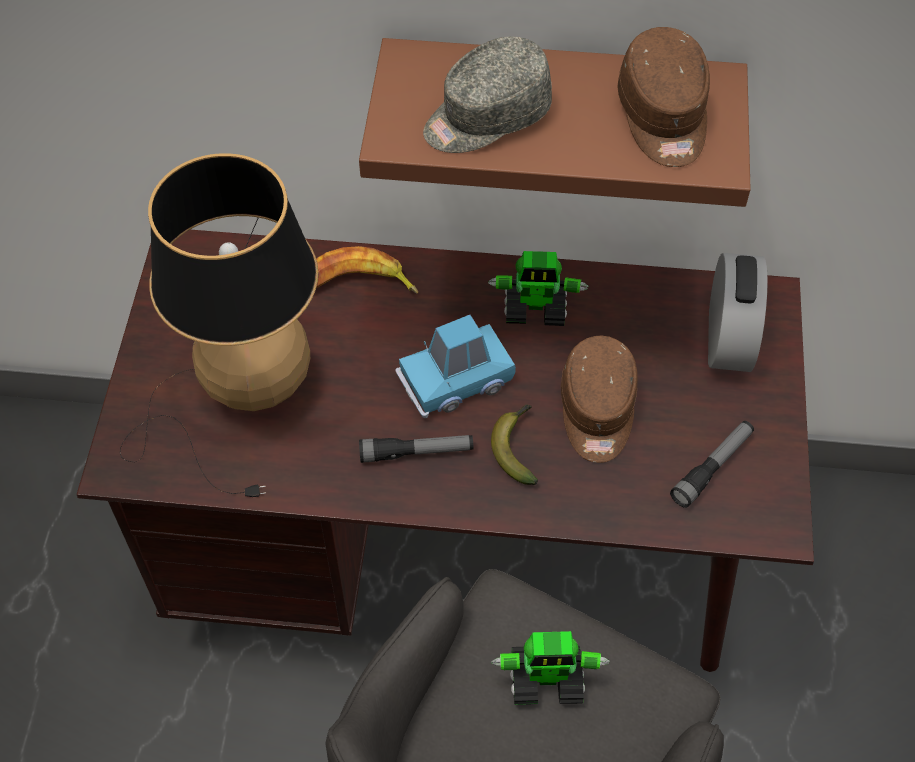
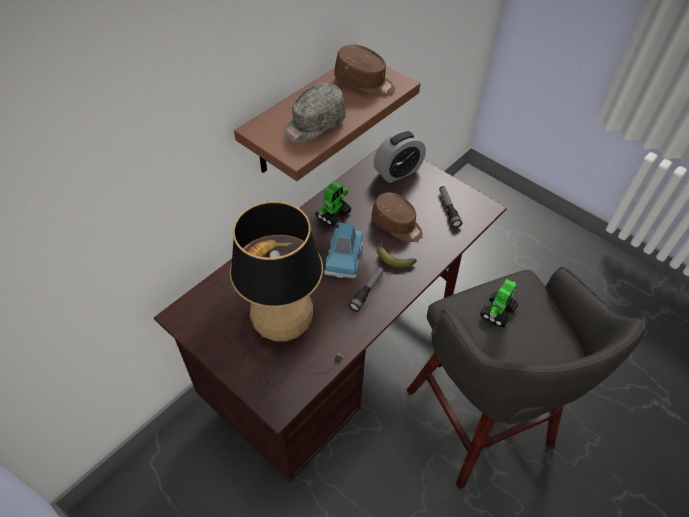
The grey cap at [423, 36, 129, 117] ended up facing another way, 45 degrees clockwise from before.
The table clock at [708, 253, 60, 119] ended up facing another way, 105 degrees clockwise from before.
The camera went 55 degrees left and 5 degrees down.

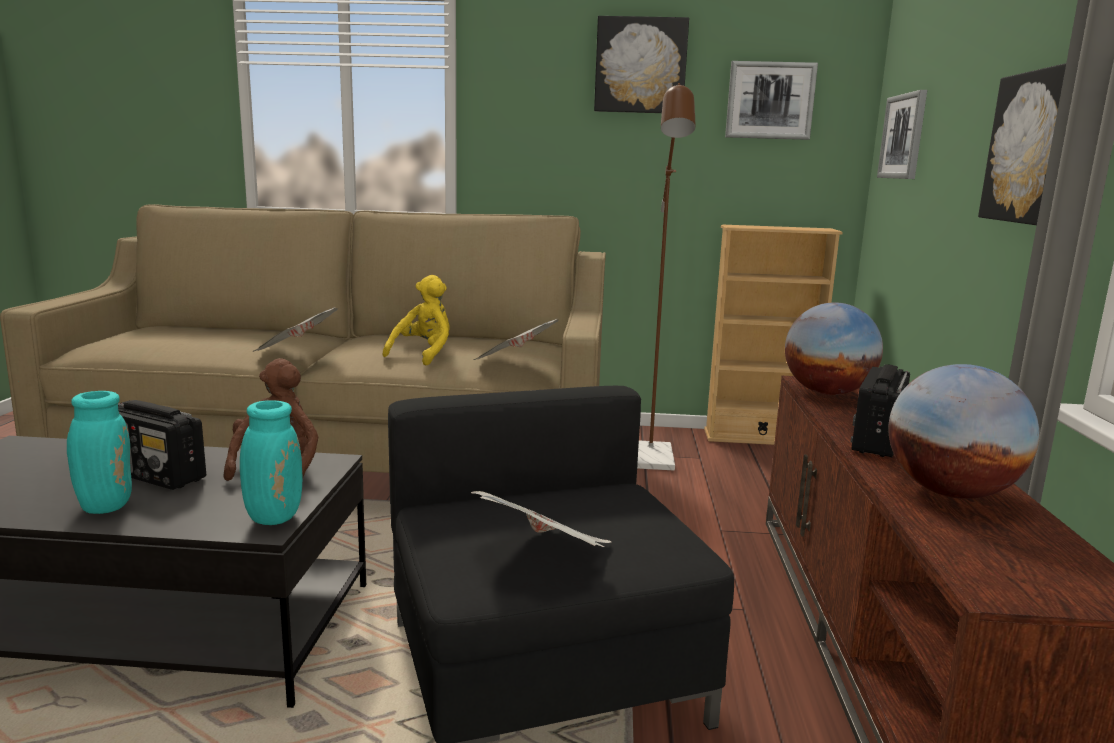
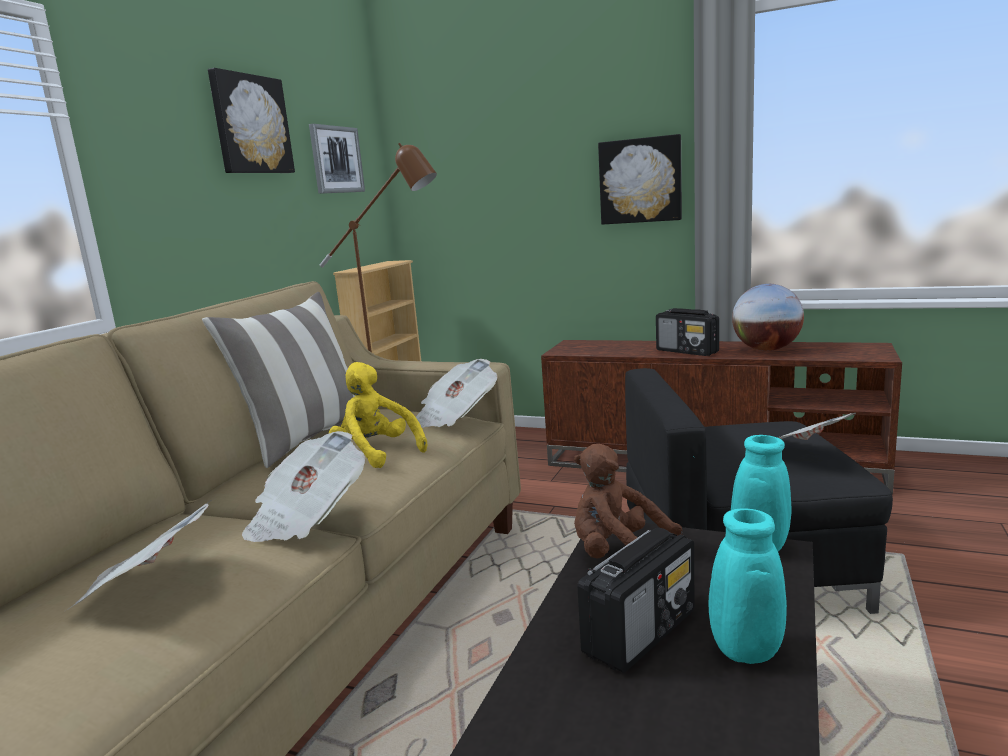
The second view lost the globe at [785, 302, 98, 93].
The second view lost the picture at [877, 90, 50, 89].
The second view gained the printed paper at [67, 501, 143, 109].
The second view gained the cushion at [202, 292, 153, 176].
The camera went 70 degrees left and 0 degrees up.

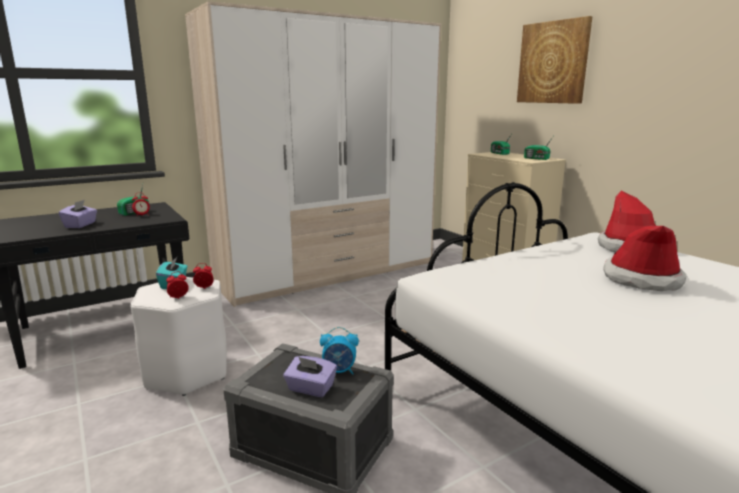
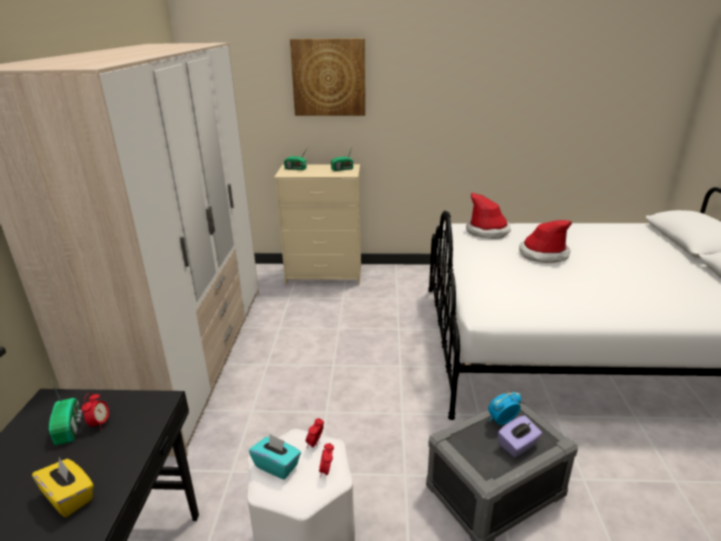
What was the purple-coloured box of tissues at [59, 200, 38, 28] turned into the yellowish box of tissues at [32, 457, 62, 60].
The table clock at [320, 327, 39, 48] ended up facing another way, 150 degrees counterclockwise from before.
The camera went 55 degrees left and 10 degrees up.

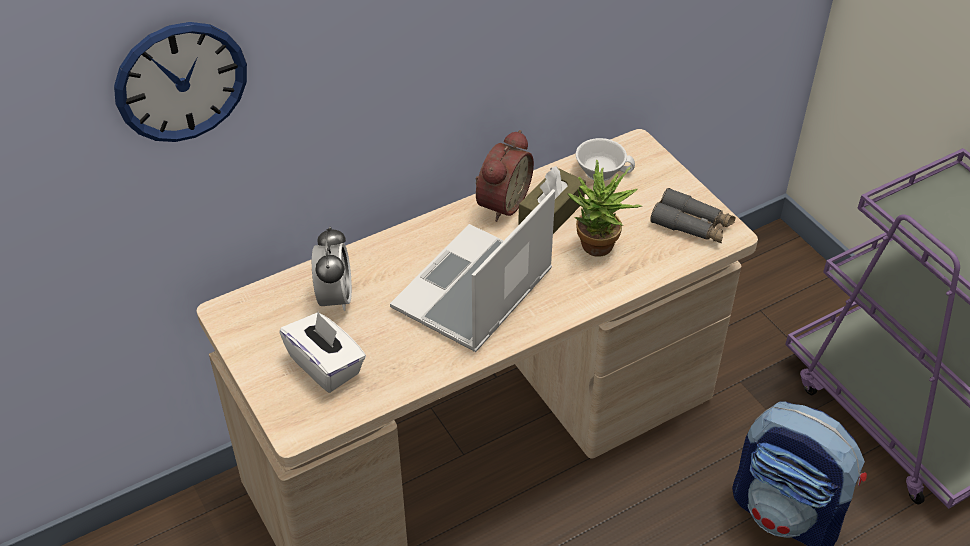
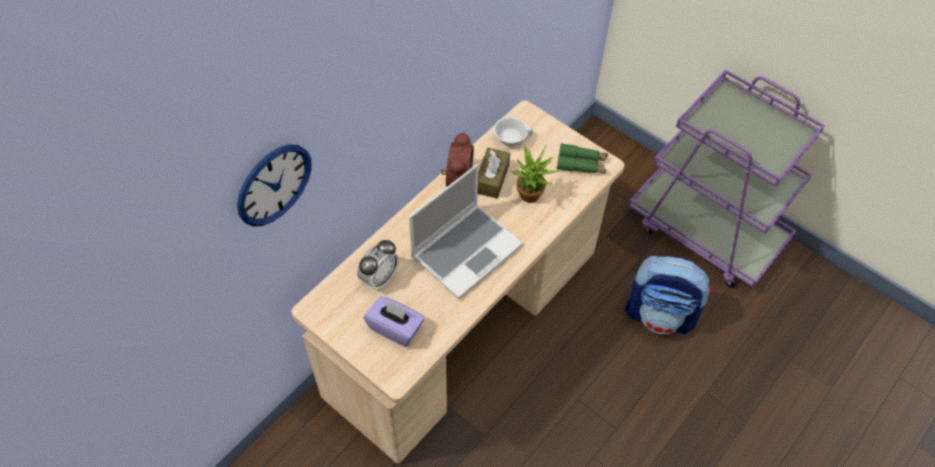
What was the white-coloured box of tissues at [279, 312, 87, 81] turned into the purple-coloured box of tissues at [364, 296, 60, 51].
The table clock at [312, 227, 40, 84] ended up facing another way, 60 degrees clockwise from before.
The laptop at [390, 189, 165, 163] ended up facing another way, 150 degrees counterclockwise from before.
What was the grey pair of binoculars at [650, 188, 86, 56] turned into the green pair of binoculars at [557, 143, 51, 31].
The camera went 20 degrees left and 10 degrees up.

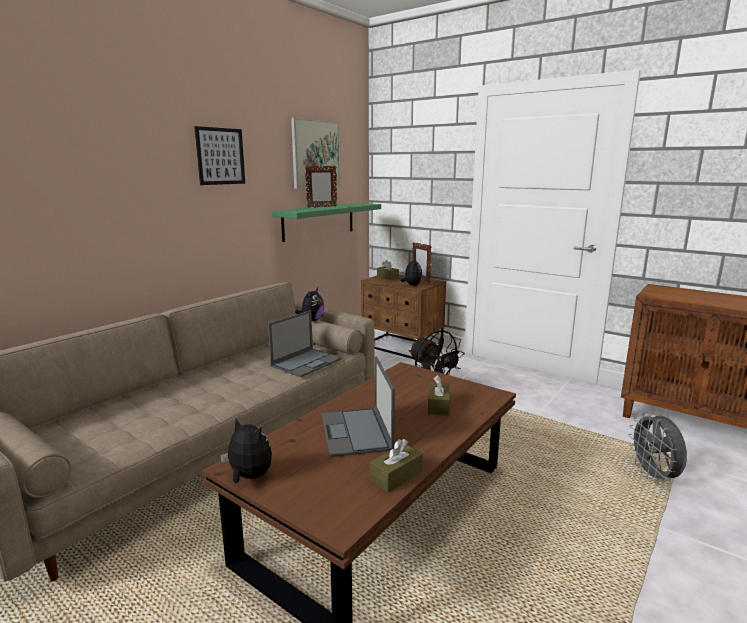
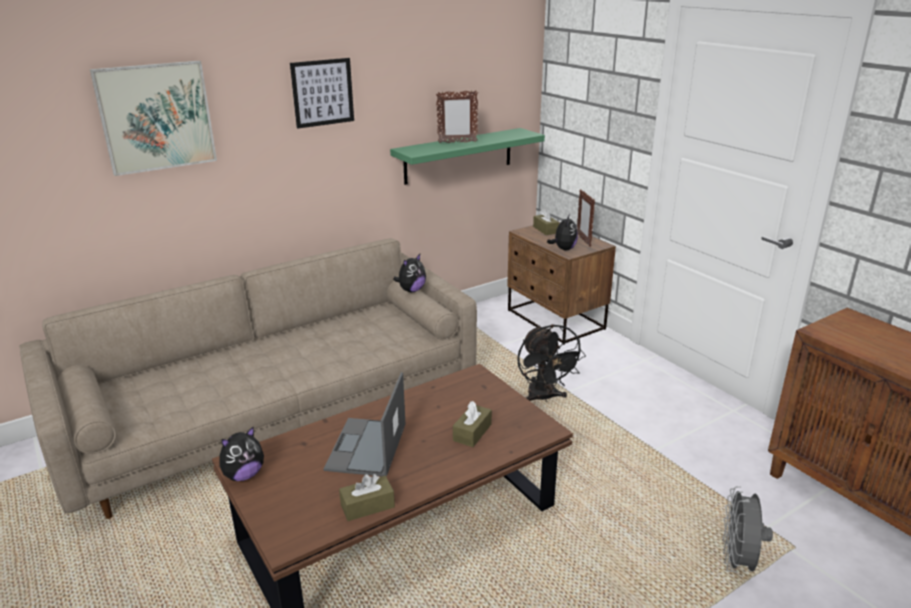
The plush toy at [220, 418, 52, 65] ended up facing another way, 90 degrees clockwise from before.
The second view lost the laptop at [268, 310, 74, 67].
The picture ended up elsewhere, having gone from [291, 118, 49, 71] to [90, 61, 127, 115].
The camera went 20 degrees right and 10 degrees up.

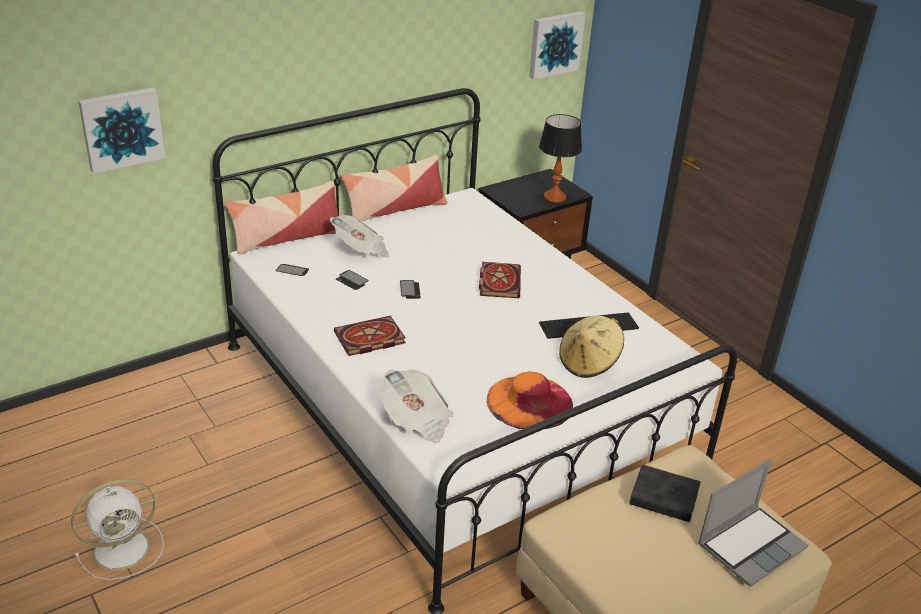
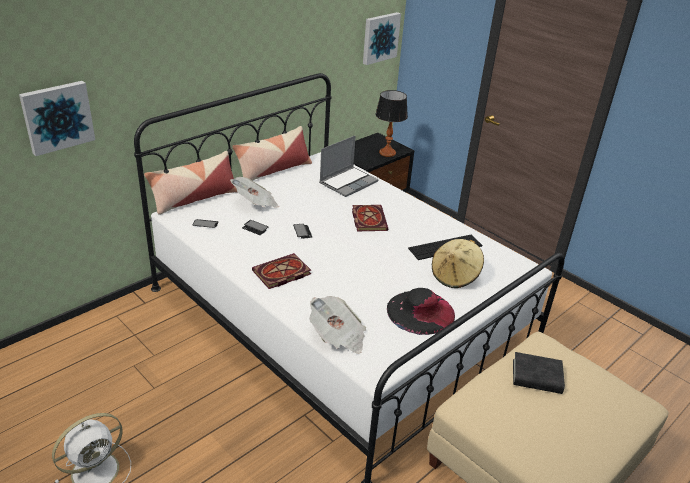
What was the orange hat at [487, 372, 86, 57] turned into the black hat at [387, 288, 68, 47].
The laptop ended up elsewhere, having gone from [698, 459, 111, 128] to [319, 135, 60, 62].
The camera went 10 degrees left and 0 degrees up.

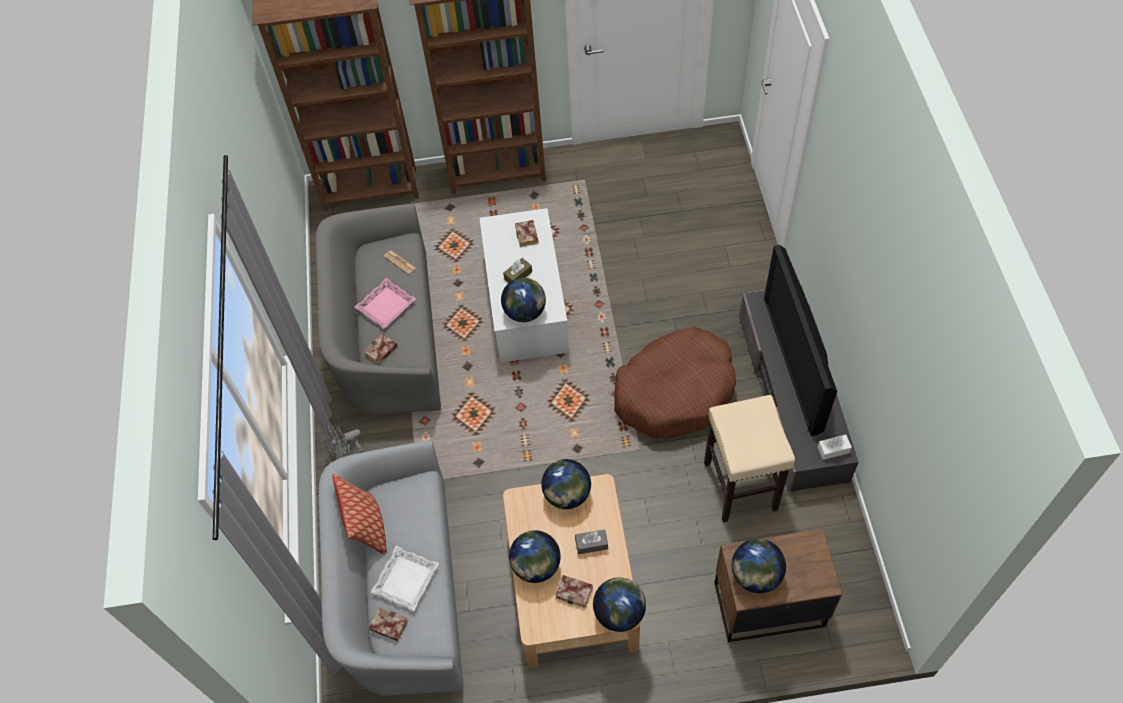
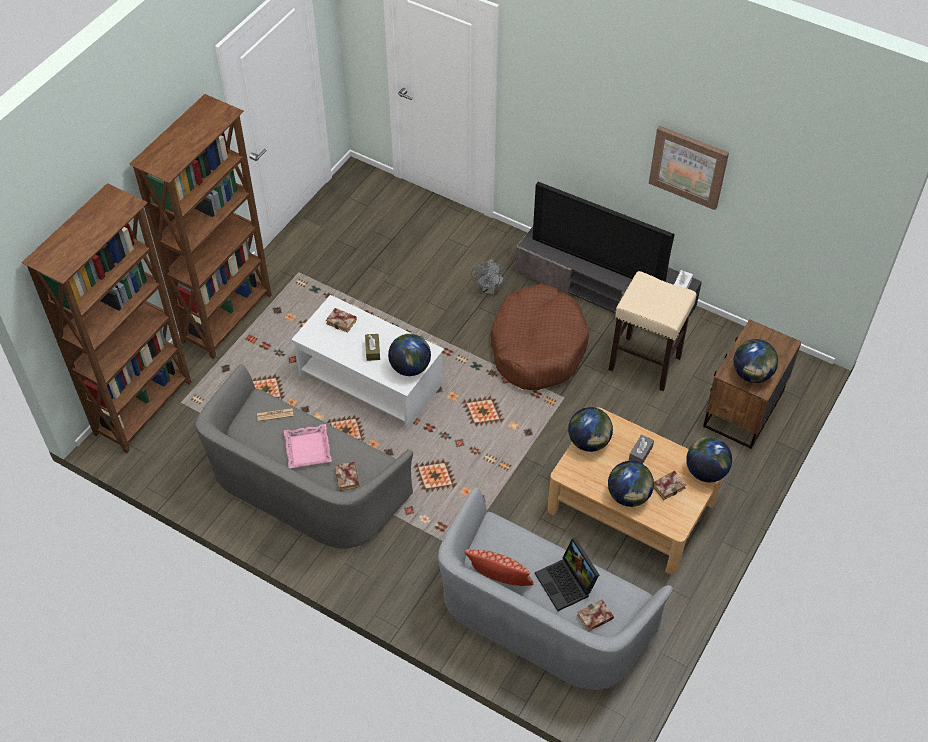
The grey electric fan ended up elsewhere, having gone from [323, 423, 40, 36] to [471, 259, 35, 36].
Where the white-coloured serving tray stood at [371, 546, 68, 65], the laptop came to stand at [535, 537, 64, 74].
The second view gained the picture at [649, 126, 80, 84].
The camera went 55 degrees left and 5 degrees down.

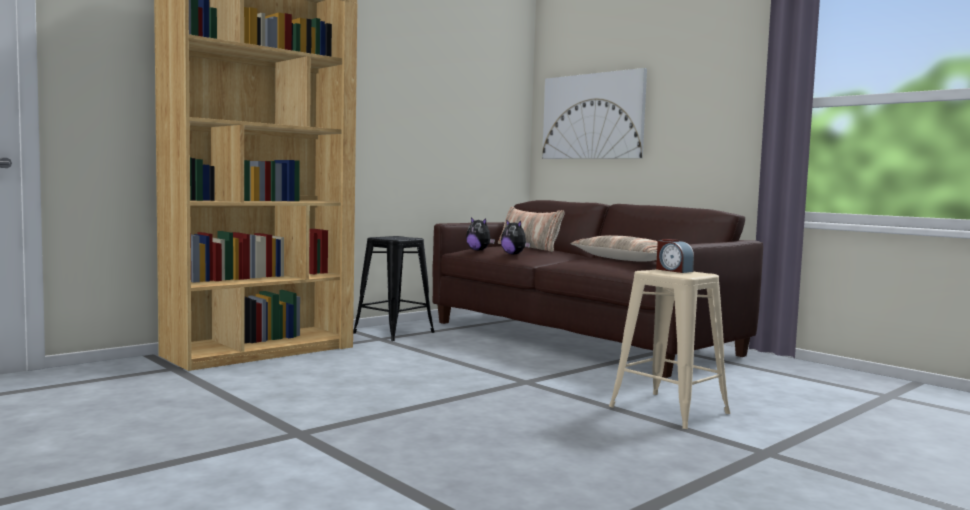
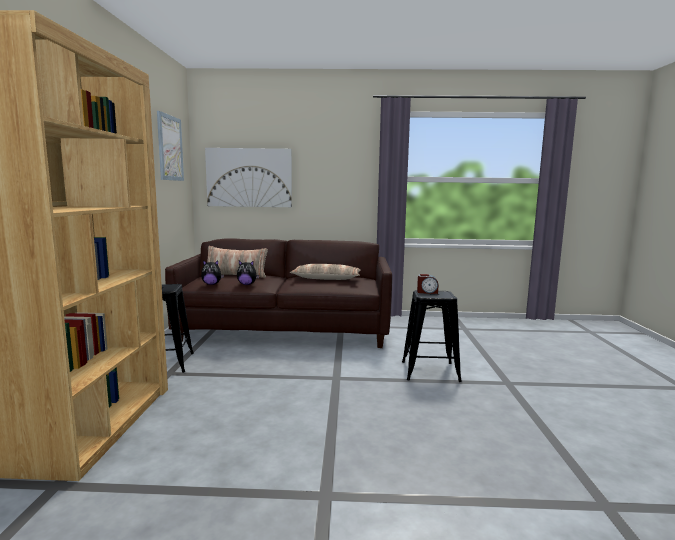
What was the beige-coloured stool at [609, 269, 121, 160] turned into the black stool at [402, 290, 60, 92].
The second view gained the picture at [157, 111, 27, 70].
The camera went 45 degrees left and 5 degrees up.

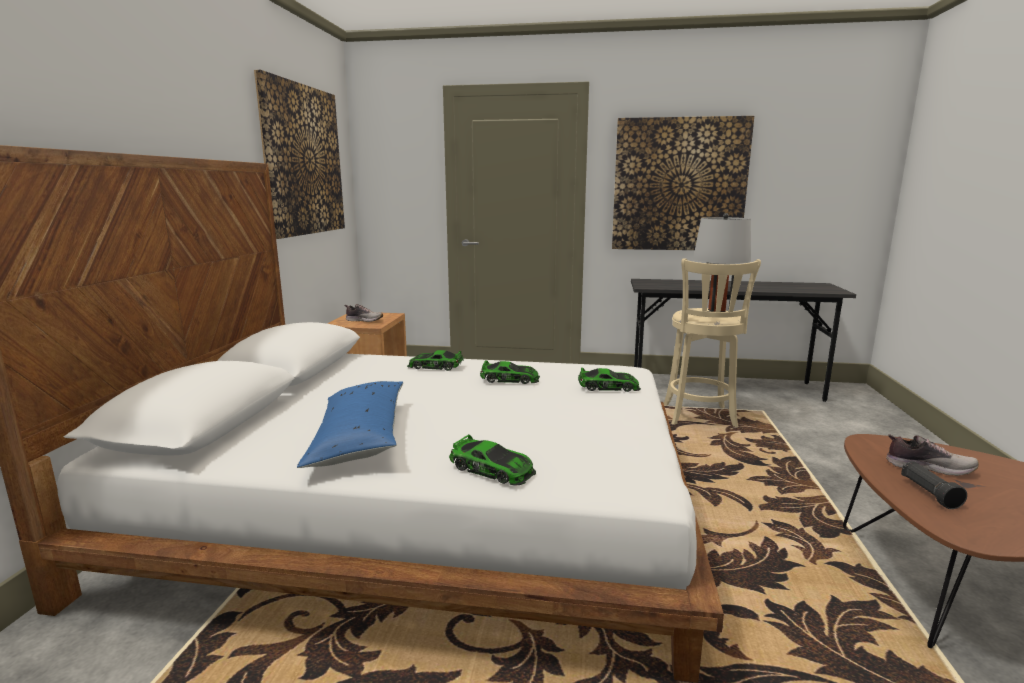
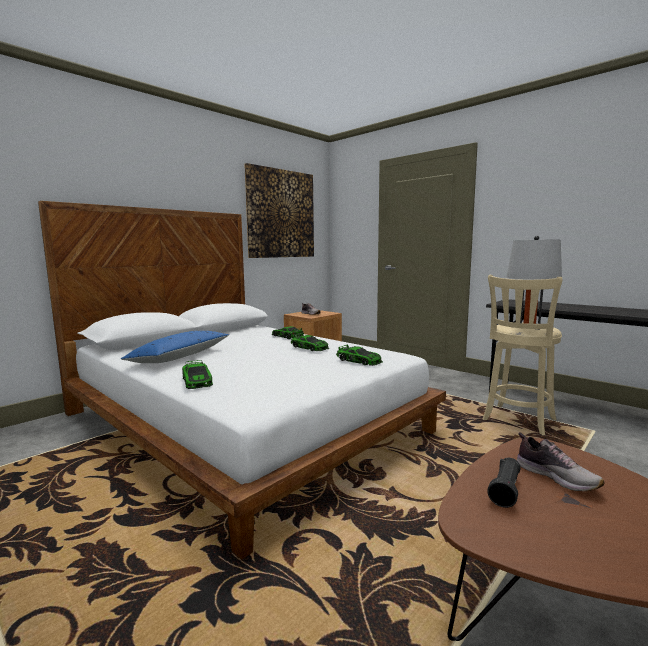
The second view lost the picture at [612, 116, 142, 134].
The camera went 35 degrees right and 5 degrees down.

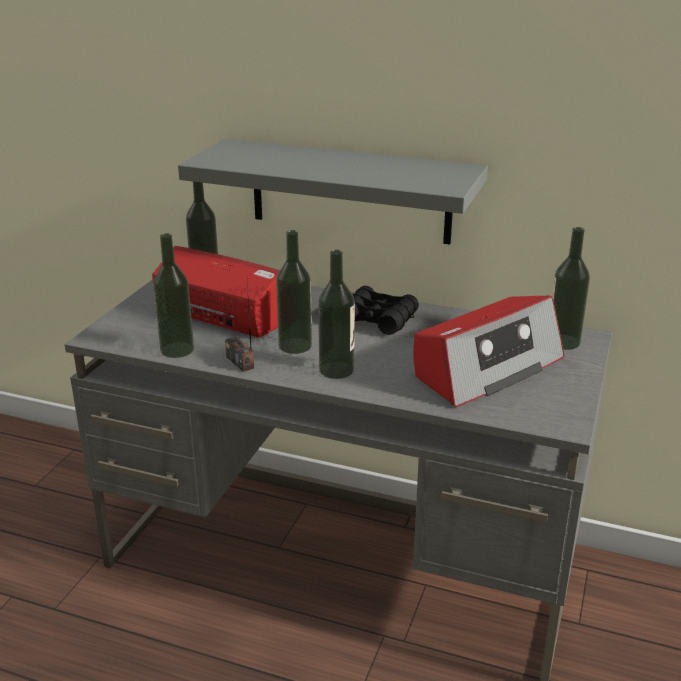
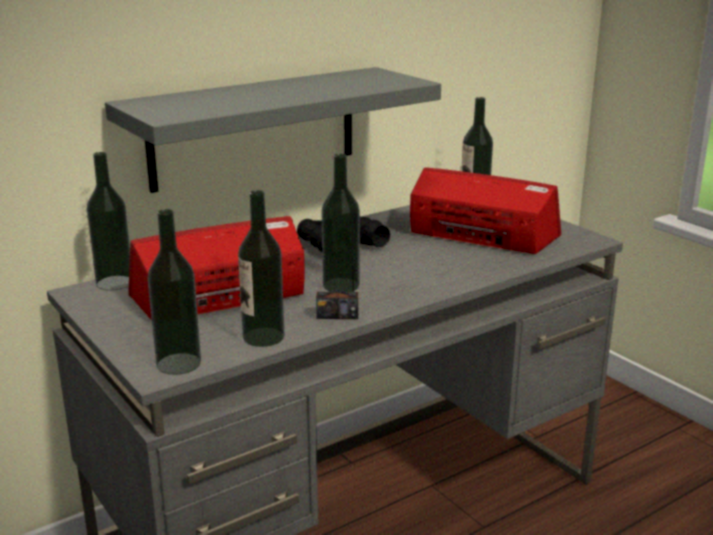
The drink bottle ended up elsewhere, having gone from [318, 250, 37, 129] to [147, 209, 54, 166].
The radio receiver at [413, 295, 152, 112] ended up facing another way, 60 degrees counterclockwise from before.
The camera went 55 degrees left and 5 degrees down.

